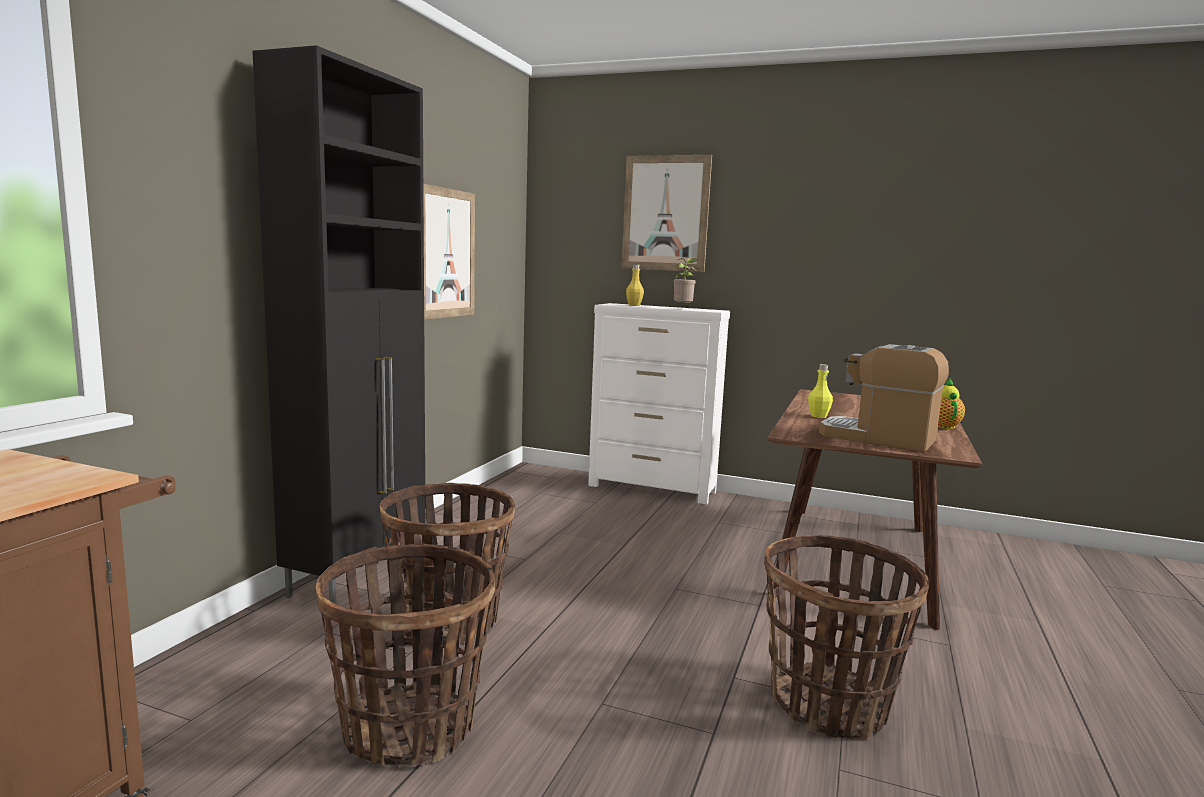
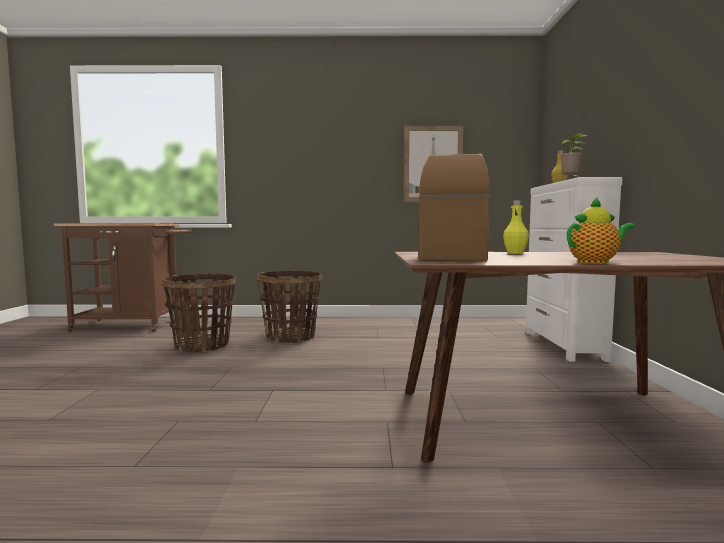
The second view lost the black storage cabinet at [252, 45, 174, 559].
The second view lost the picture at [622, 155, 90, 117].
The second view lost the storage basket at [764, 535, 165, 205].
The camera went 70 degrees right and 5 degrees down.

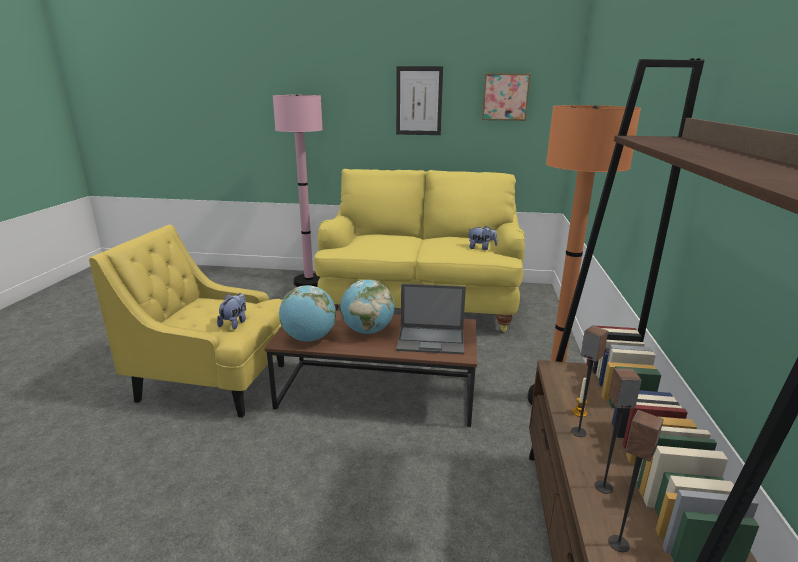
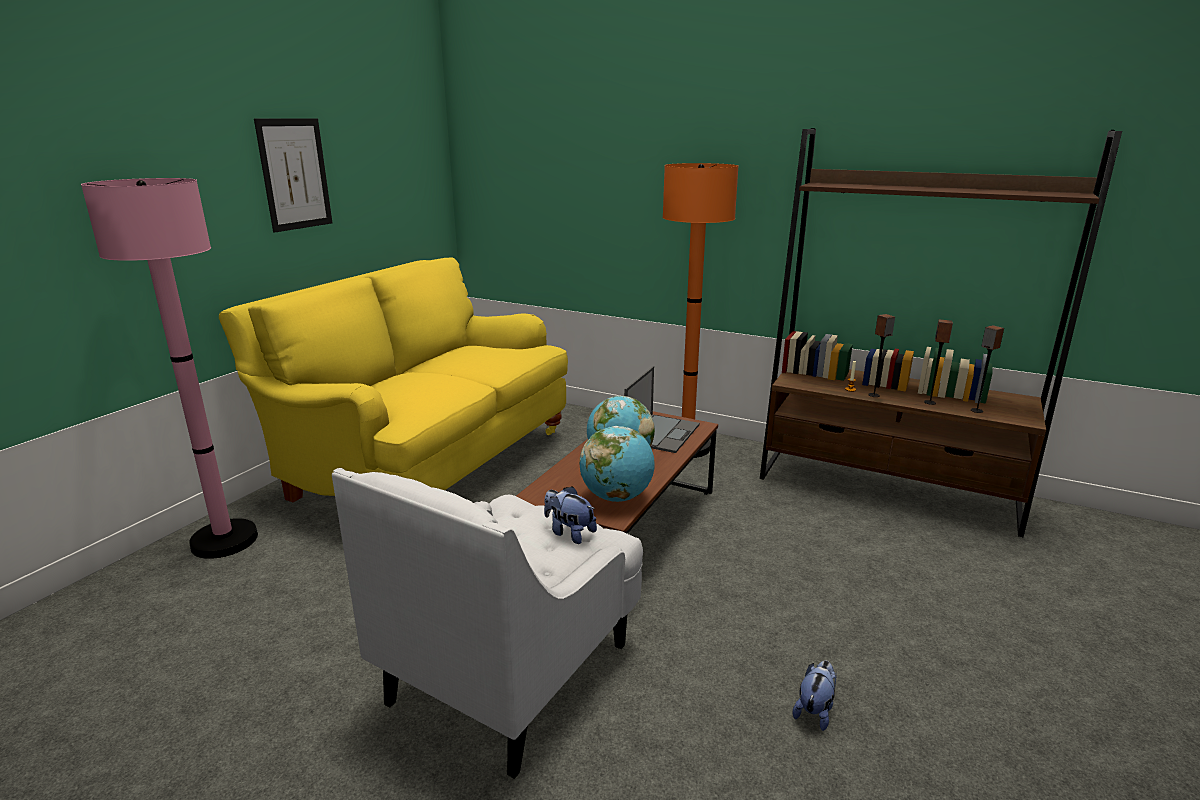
What was the yellowish easy chair at [89, 225, 195, 193] turned into the white-coloured easy chair at [332, 468, 311, 311].
The plush toy ended up elsewhere, having gone from [467, 226, 31, 24] to [793, 661, 43, 70].
The second view lost the picture at [482, 73, 49, 48].
The camera went 70 degrees left and 0 degrees up.

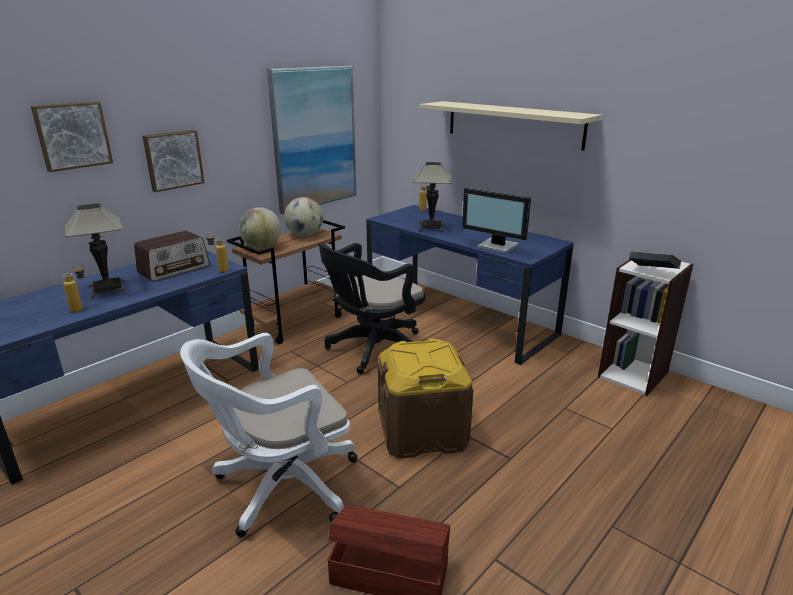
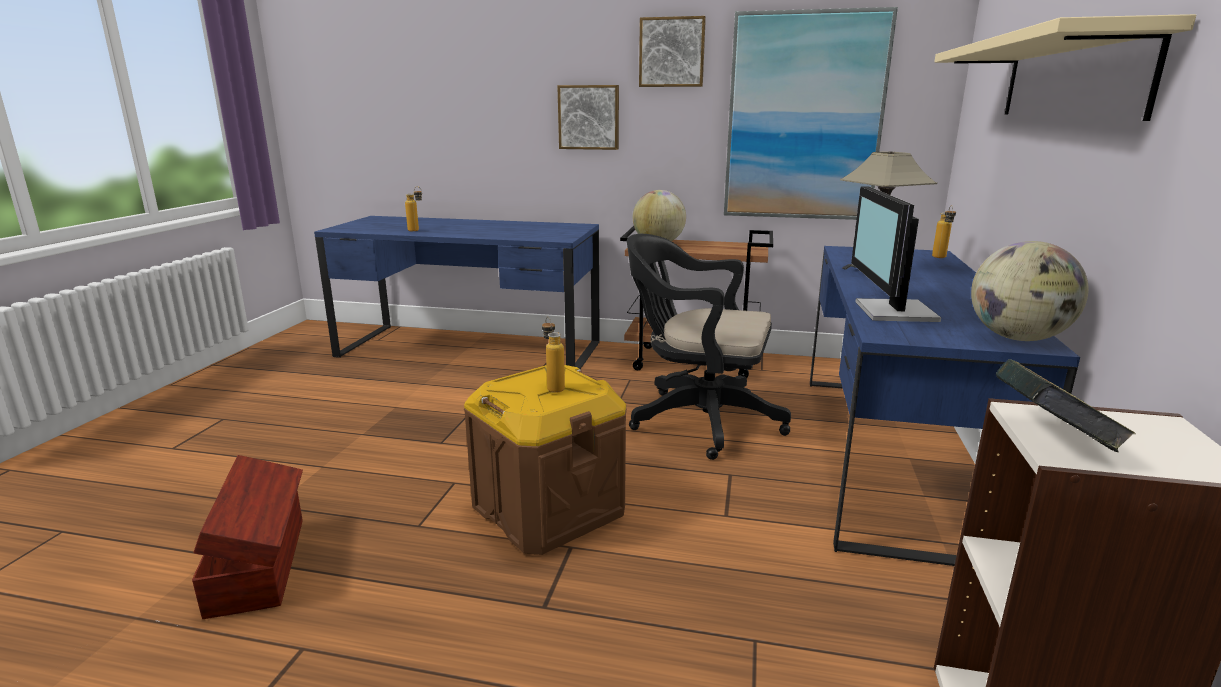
The picture ended up elsewhere, having gone from [31, 101, 82, 71] to [639, 16, 67, 71].
The second view lost the table lamp at [65, 203, 63, 95].
The second view lost the radio receiver at [134, 231, 75, 50].
The second view lost the white-coloured office chair at [180, 333, 178, 204].
The drink bottle ended up elsewhere, having gone from [206, 233, 23, 39] to [542, 317, 23, 76].
The globe ended up elsewhere, having gone from [284, 197, 40, 39] to [971, 241, 118, 100].
The camera went 60 degrees right and 5 degrees down.

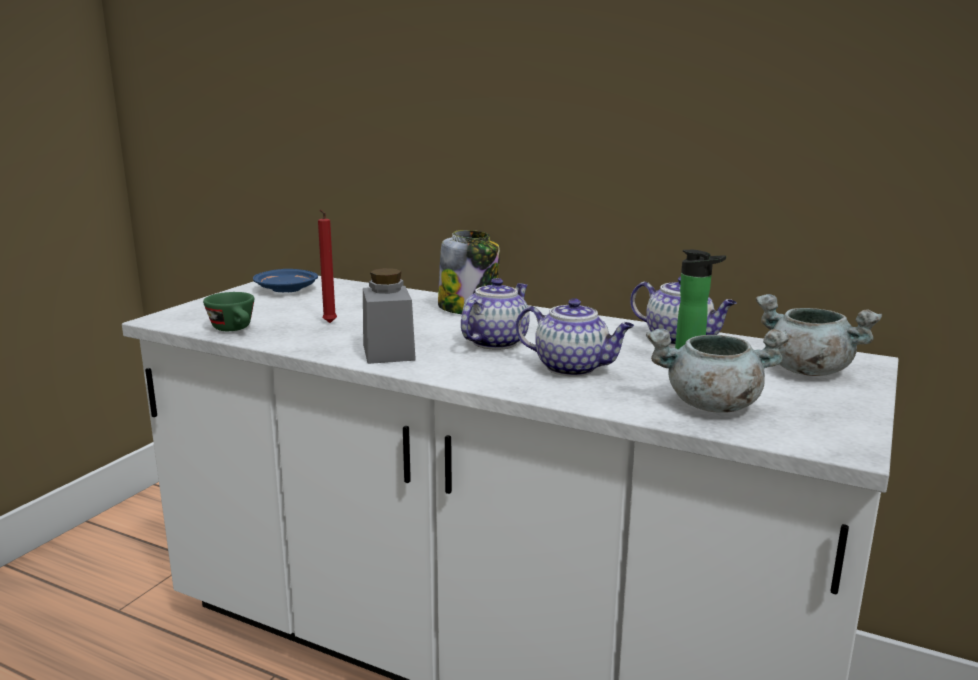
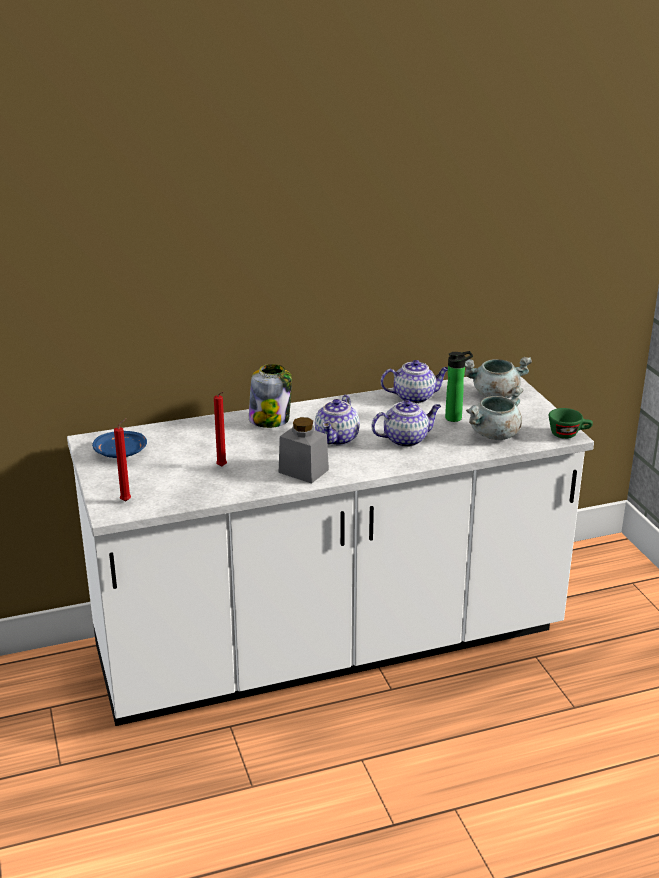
The green cup ended up elsewhere, having gone from [203, 292, 51, 39] to [549, 408, 44, 31].
The pot for tea at [461, 278, 69, 72] ended up facing another way, 150 degrees counterclockwise from before.
The second view gained the red-coloured wax light at [114, 418, 17, 83].
The camera went 45 degrees left and 10 degrees up.

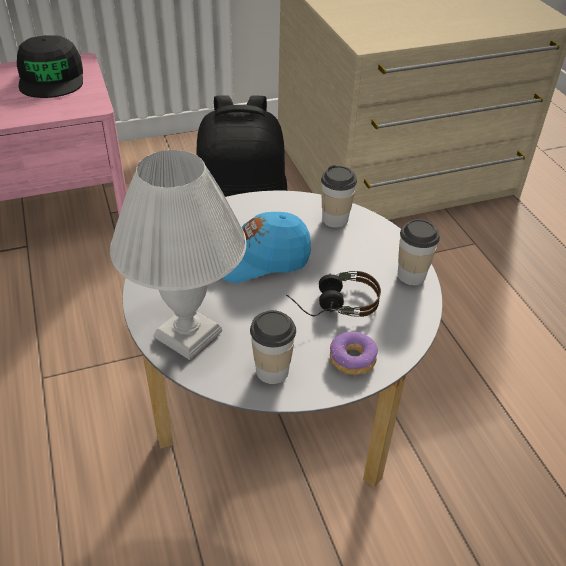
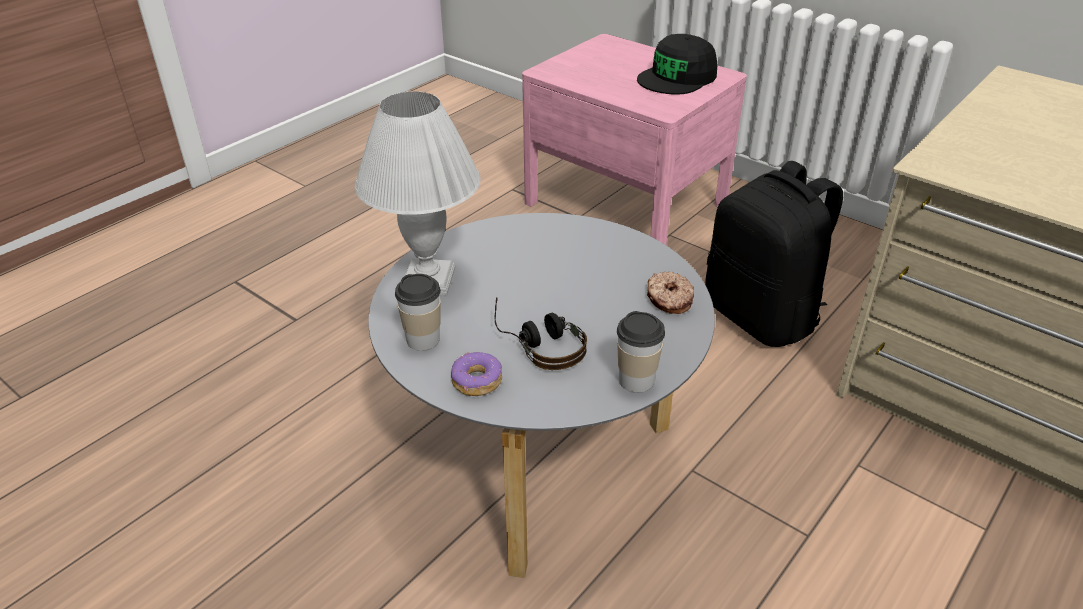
The second view lost the bluish cap at [222, 212, 89, 71].
Where the cup stood at [321, 165, 36, 63], the donut came to stand at [647, 272, 47, 42].
The camera went 60 degrees right and 5 degrees down.

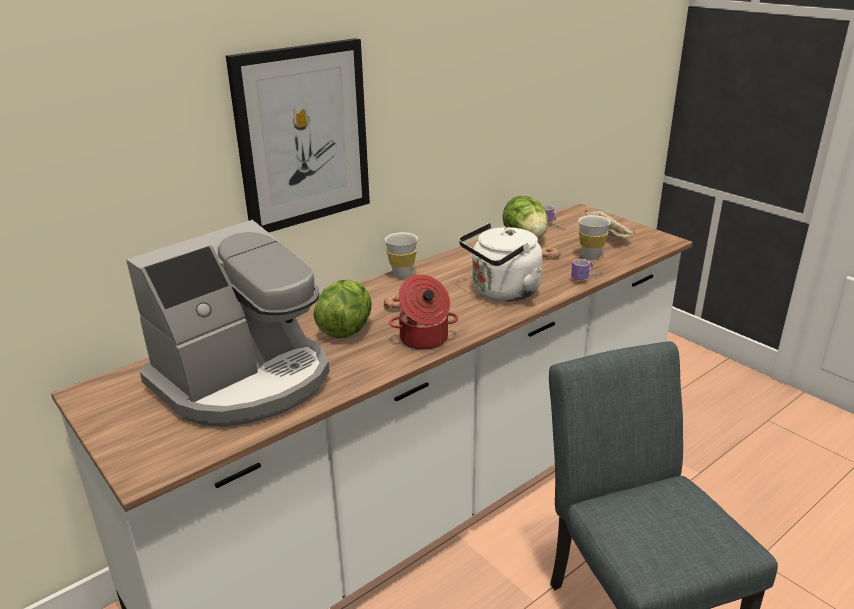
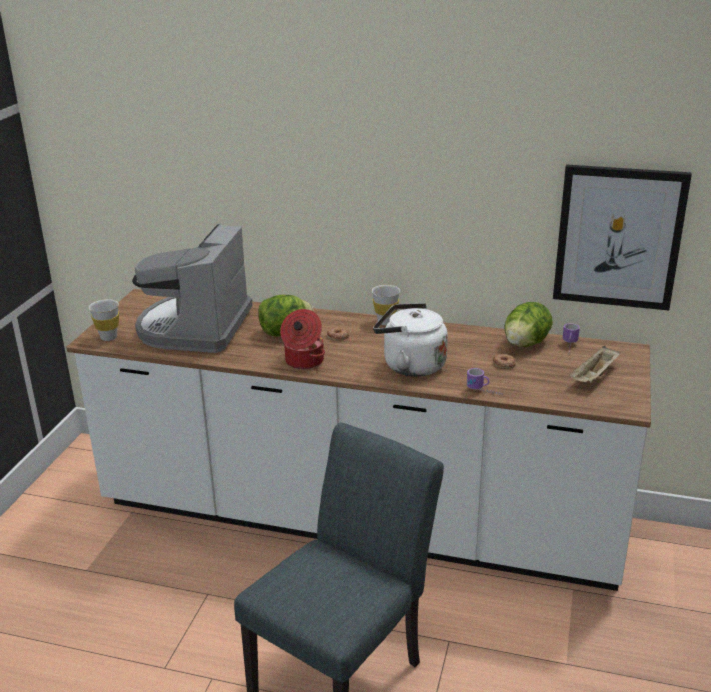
The coffee brewer at [126, 220, 204, 207] ended up facing another way, 90 degrees clockwise from before.
The picture ended up elsewhere, having gone from [226, 38, 144, 195] to [553, 164, 139, 147].
The white-coloured cup ended up elsewhere, having gone from [578, 215, 33, 45] to [89, 299, 30, 42].
The camera went 55 degrees right and 0 degrees up.

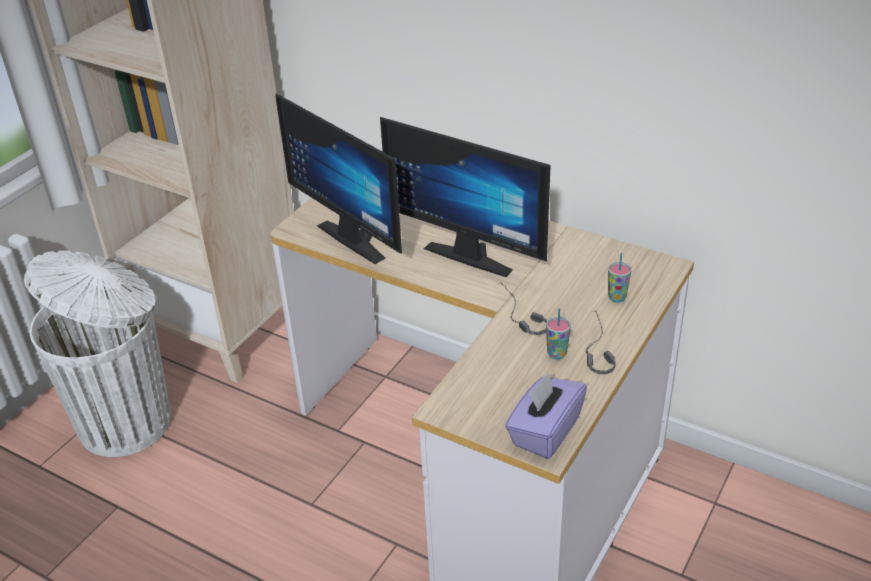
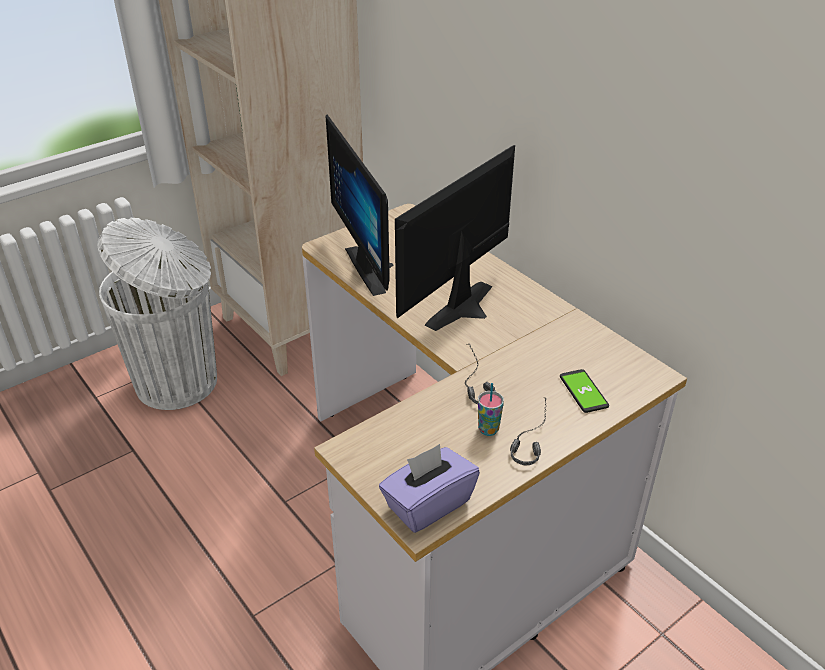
The computer screen at [380, 117, 171, 160] ended up facing another way, 75 degrees clockwise from before.
Where the cup stood at [608, 253, 24, 50], the telephone came to stand at [560, 369, 49, 44].
The camera went 20 degrees right and 0 degrees up.

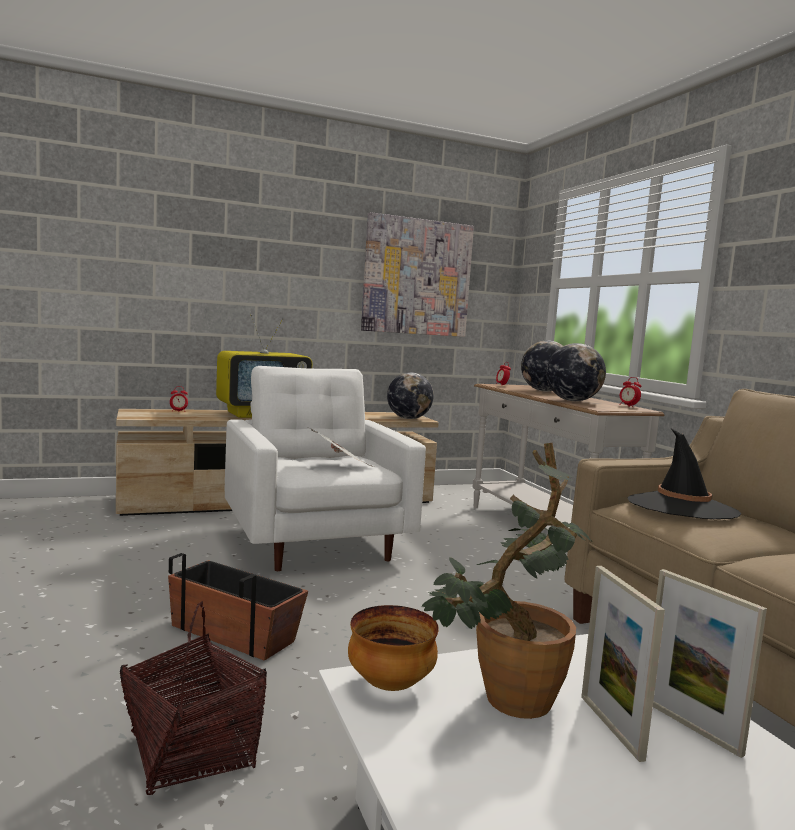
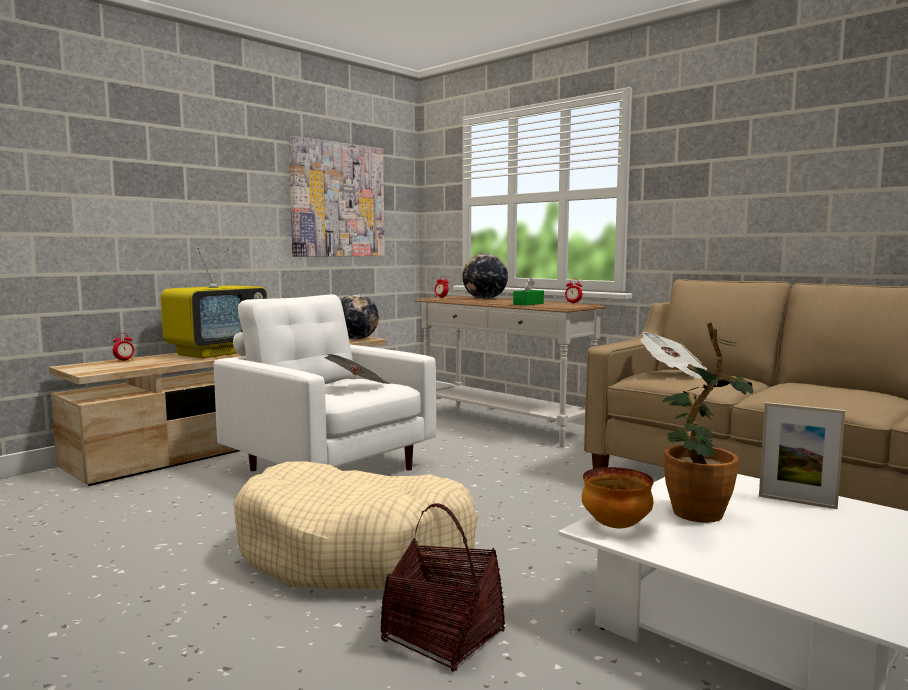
Where the plant pot stood at [168, 553, 140, 107], the beige-coloured dog cushion came to stand at [233, 461, 245, 128].
Where the globe stood at [546, 343, 60, 58], the green box of tissues came to stand at [513, 278, 31, 28].
The second view lost the standing frame at [581, 566, 84, 196].
Where the black hat stood at [628, 429, 113, 90], the printed paper came to stand at [640, 332, 67, 47].
The camera went 25 degrees left and 0 degrees up.

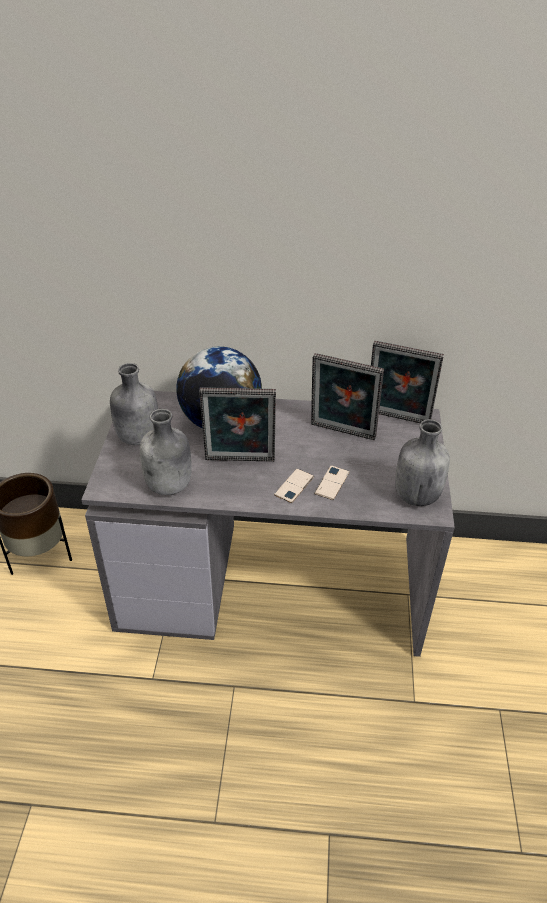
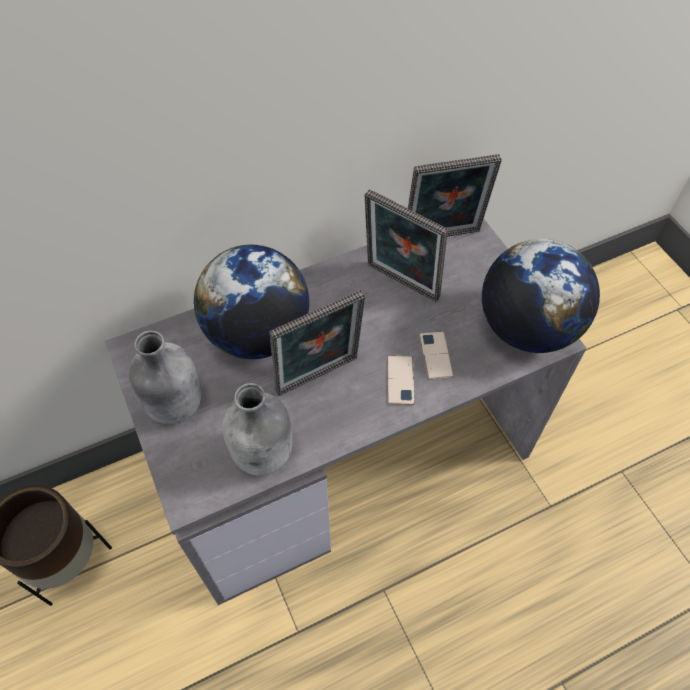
The standing frame at [311, 353, 73, 87] ended up facing another way, 45 degrees clockwise from before.
Where the grey drink bottle stood at [395, 419, 55, 87], the globe came to stand at [482, 239, 118, 114].
The camera went 30 degrees left and 15 degrees up.

